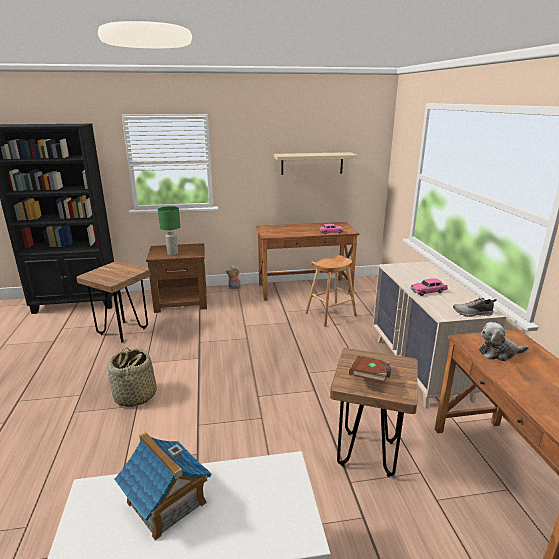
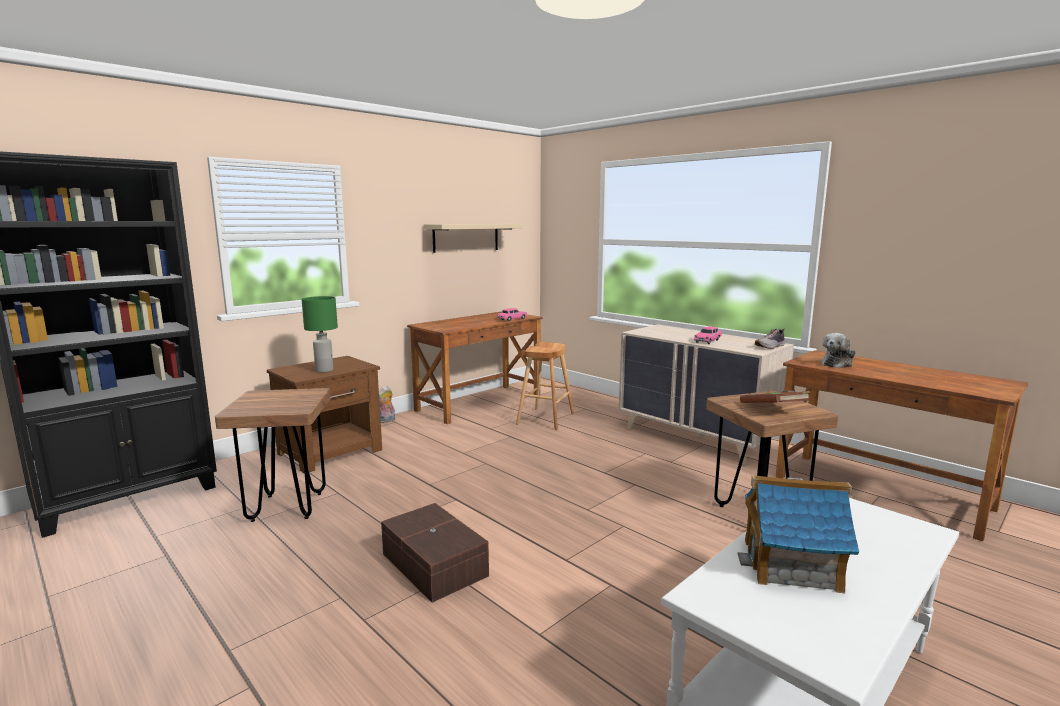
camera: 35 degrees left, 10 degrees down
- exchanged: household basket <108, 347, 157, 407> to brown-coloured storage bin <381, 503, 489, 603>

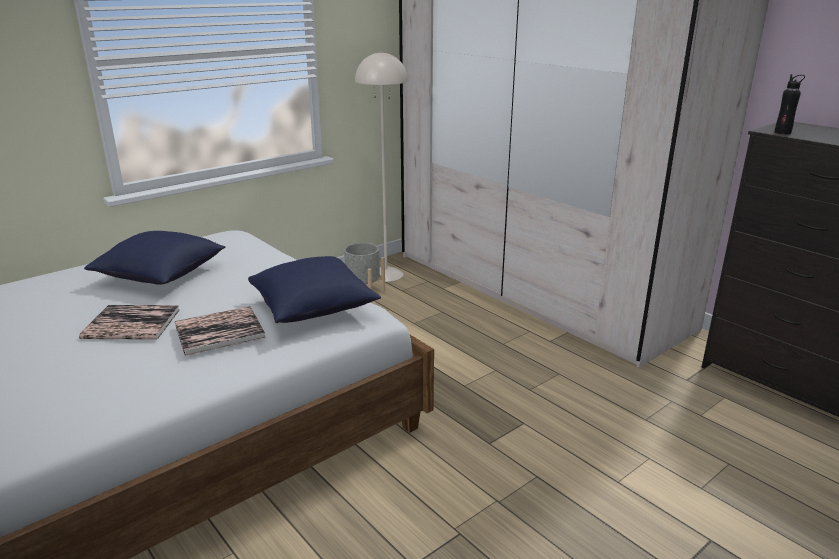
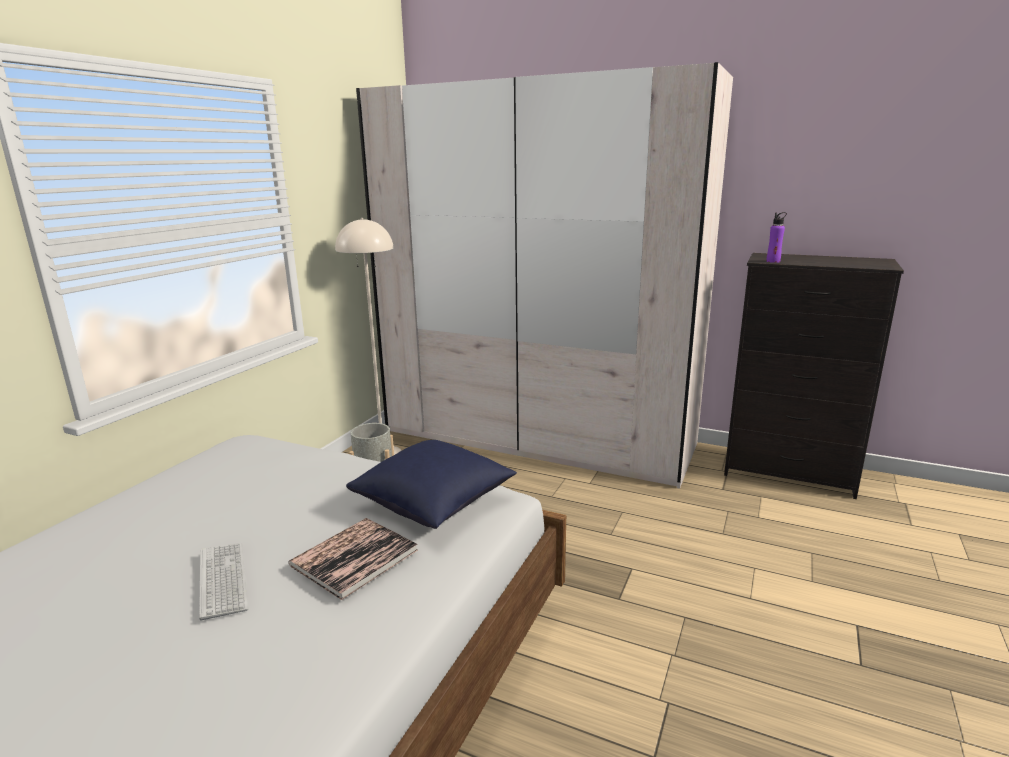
camera: 25 degrees left, 5 degrees down
- colour: blackish drink bottle <775, 74, 805, 134> to purple drink bottle <767, 212, 787, 263>
- missing: blue cushion <84, 231, 226, 285>
- exchanged: volume <79, 305, 180, 340> to PC keyboard <199, 543, 249, 621>

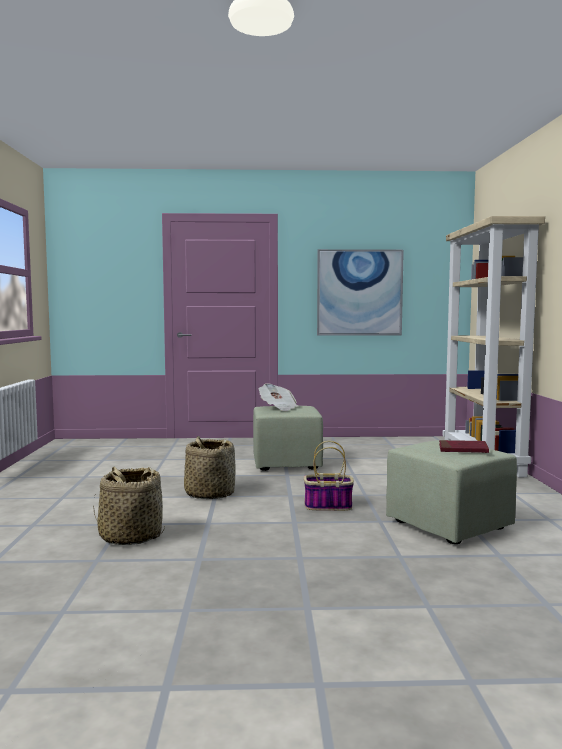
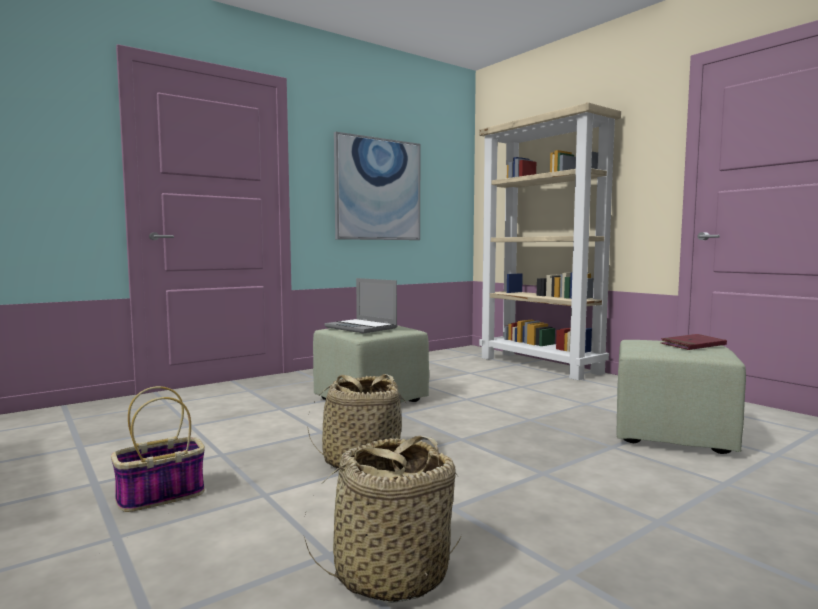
camera: 35 degrees left, 0 degrees up
- exchanged: newspaper <259, 383, 298, 411> to portable computer <324, 278, 397, 333>
- relocated: household basket <304, 441, 354, 511> to <111, 386, 205, 512>

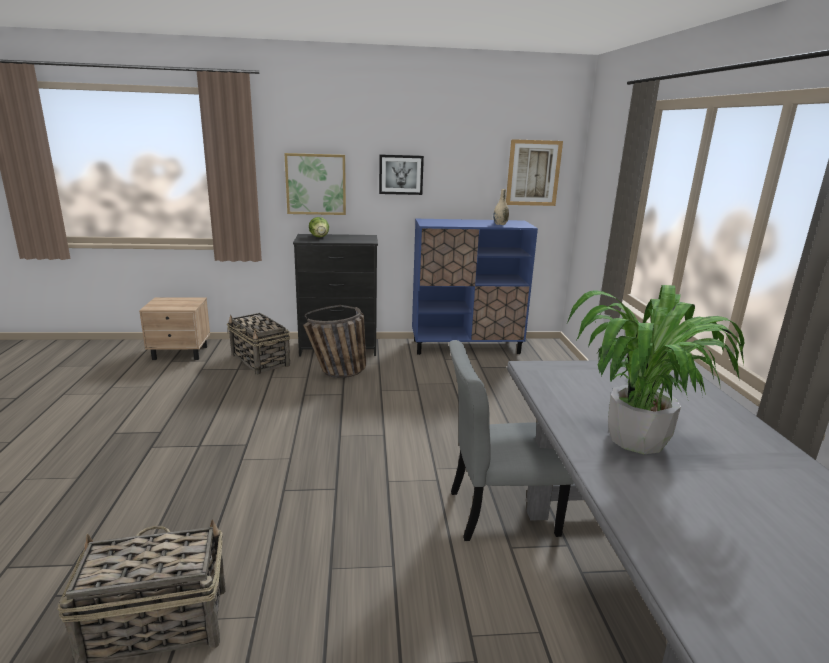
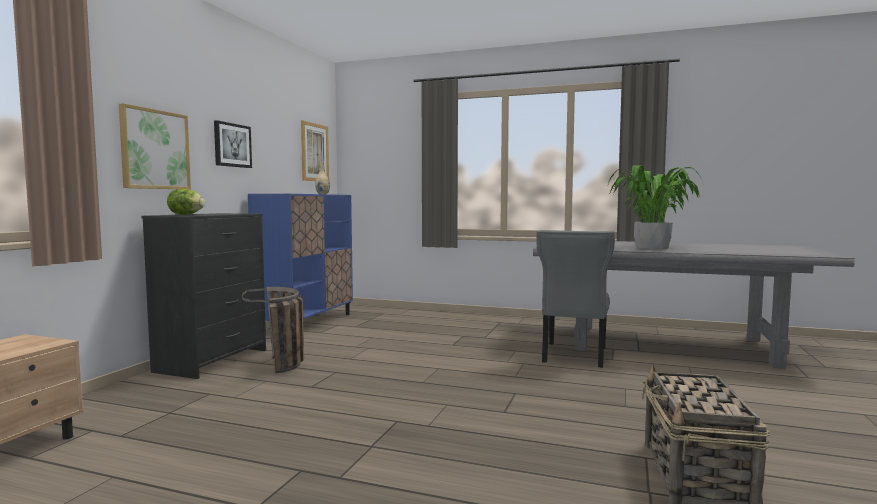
camera: 65 degrees left, 15 degrees down
- missing: household basket <227, 313, 290, 375>

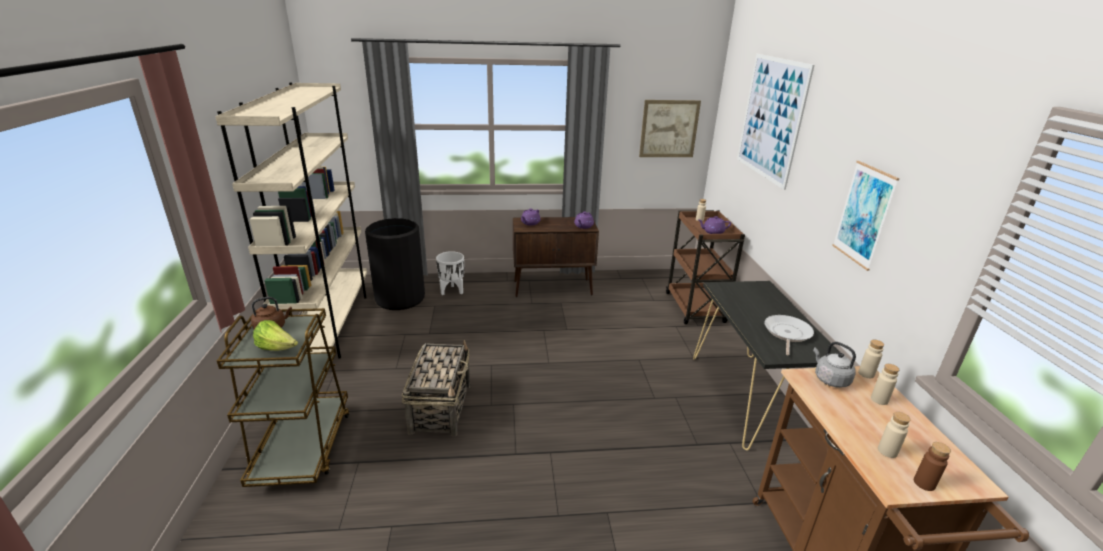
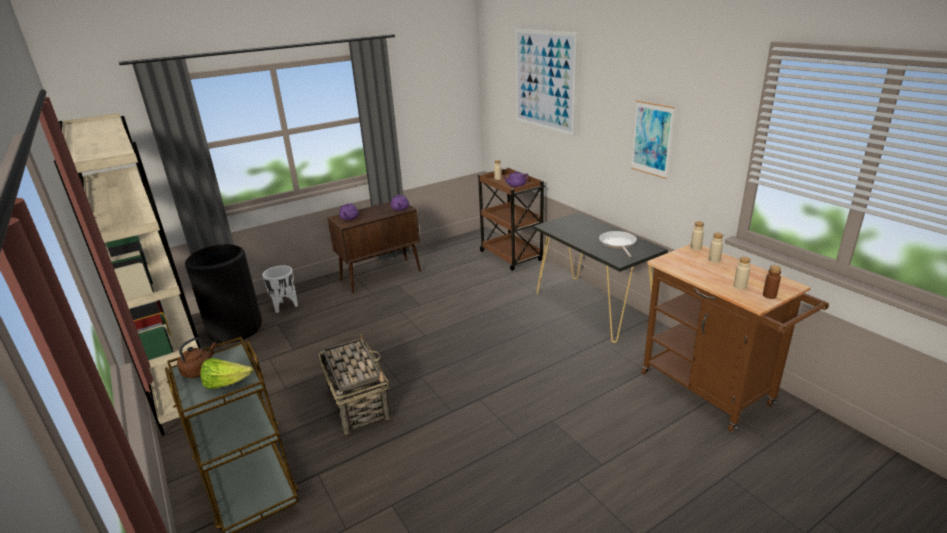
camera: 25 degrees left, 0 degrees up
- missing: wall art <639, 100, 701, 157>
- missing: grey kettle <813, 342, 856, 388>

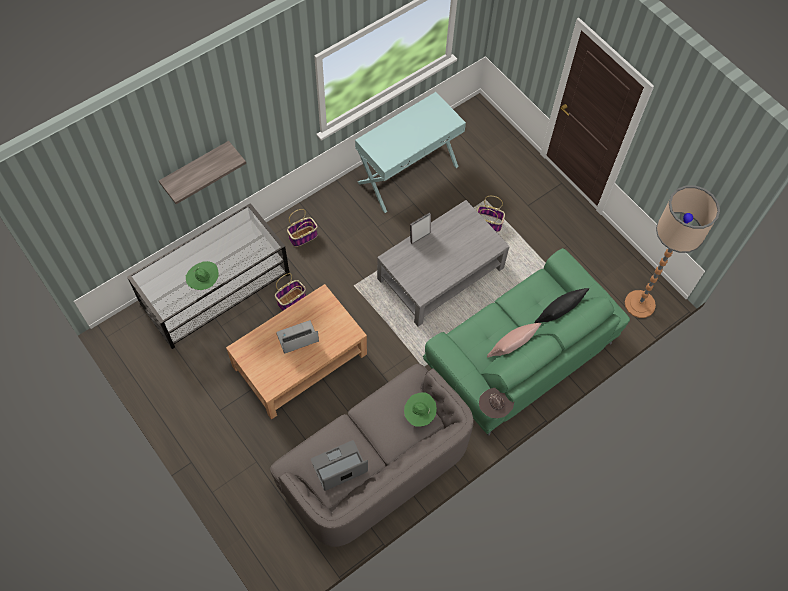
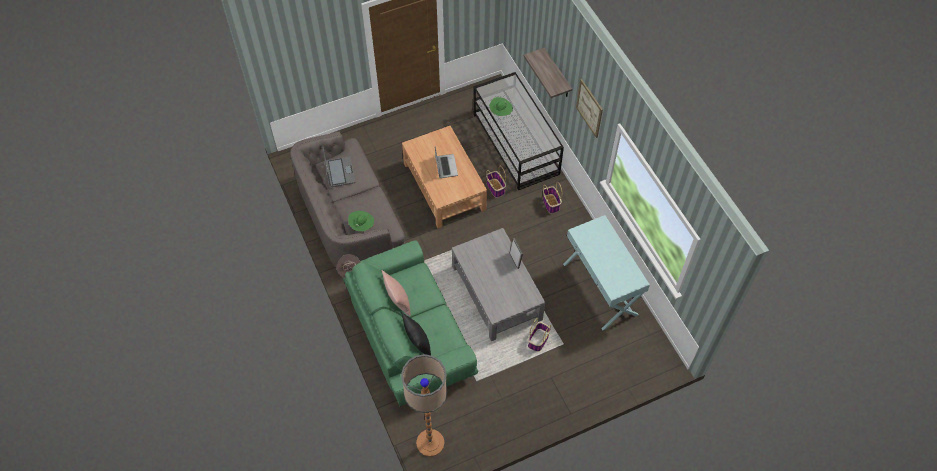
camera: 105 degrees right, 5 degrees down
- appeared: wall art <576, 79, 603, 138>

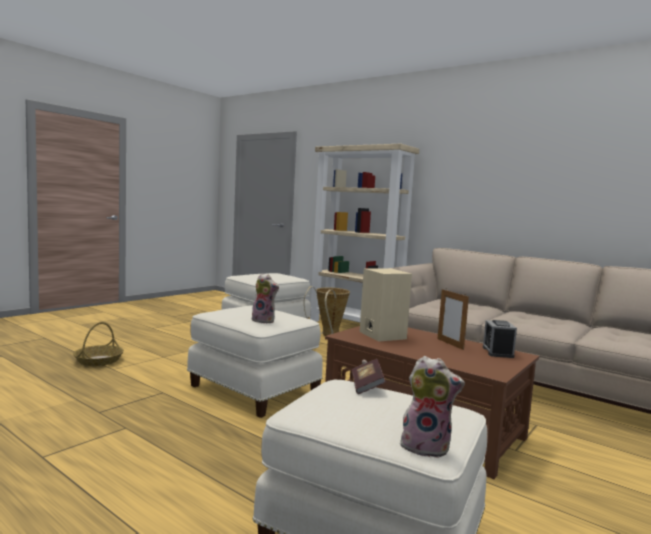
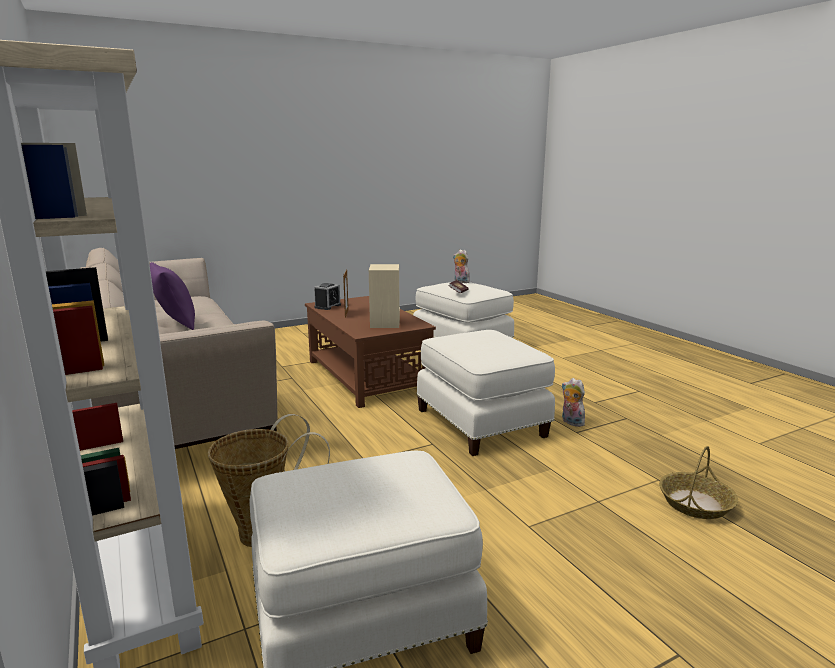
camera: 155 degrees left, 10 degrees up
- relocated: soft toy <251, 273, 279, 324> to <562, 378, 585, 427>
- appeared: purple cushion <150, 262, 195, 330>

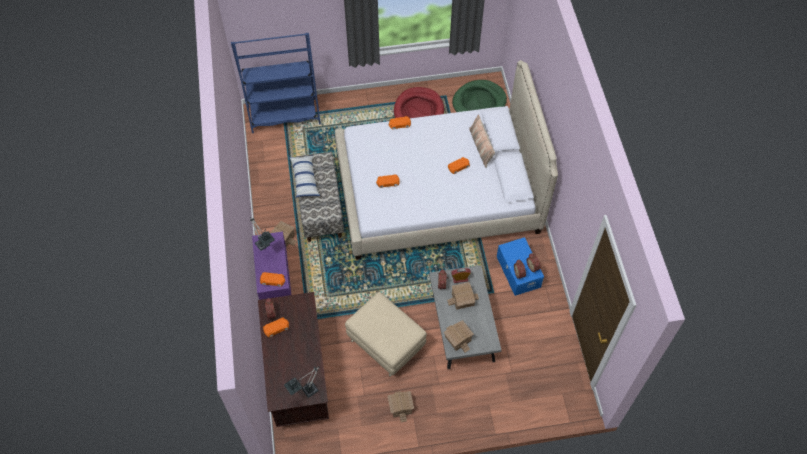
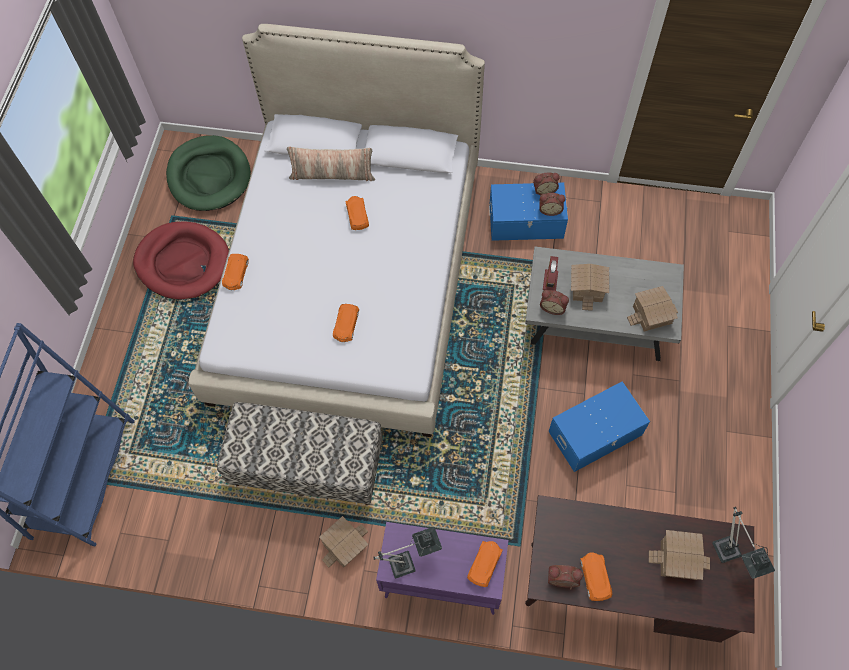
camera: 70 degrees left, 5 degrees up
- missing: cushion <289, 155, 320, 198>
- exchanged: beige footrest <345, 292, 427, 376> to blue storage bin <549, 381, 650, 472>
- relocated: miniature house <387, 391, 414, 422> to <649, 530, 710, 580>

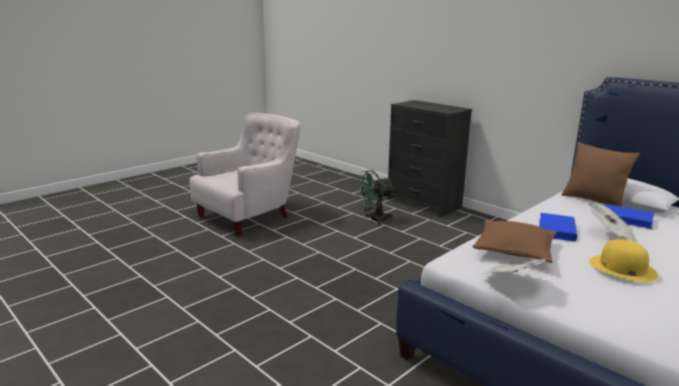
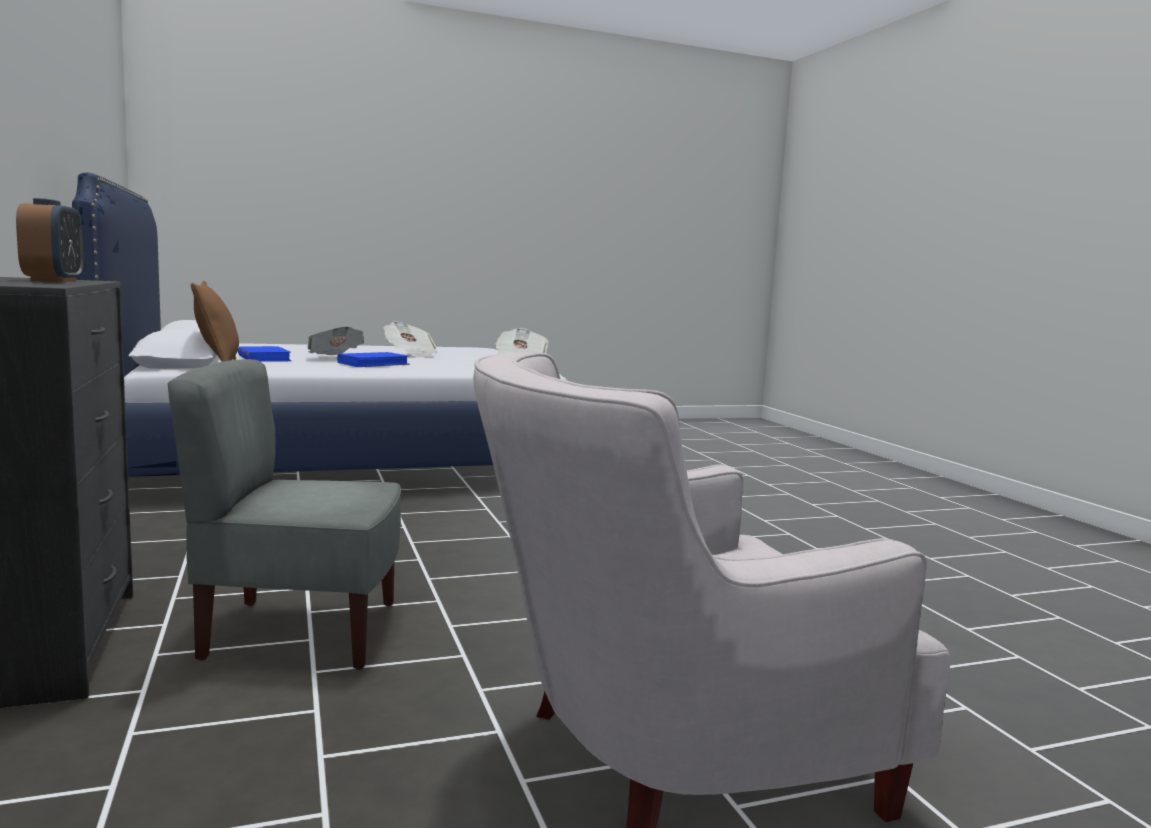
camera: 155 degrees left, 10 degrees down
- exchanged: green-coloured electric fan <355, 170, 395, 225> to grey chair <168, 359, 401, 670>
- missing: brown-coloured cushion <472, 219, 556, 263>
- exchanged: yellow-coloured wearable hat <589, 239, 658, 282> to newspaper <384, 321, 438, 358>
- appeared: table clock <16, 198, 84, 282>

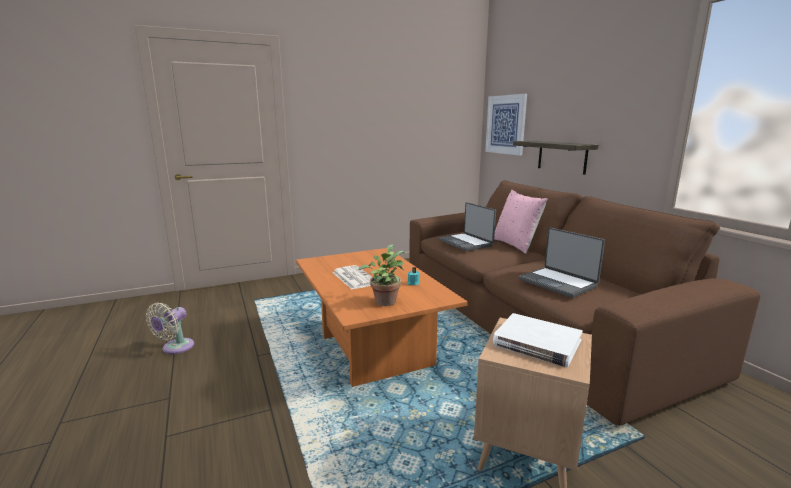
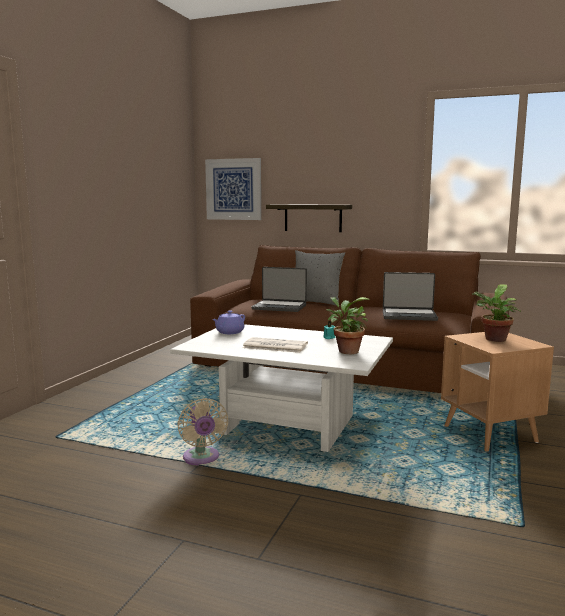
camera: 45 degrees left, 5 degrees down
- colour: pinkish cushion <494, 190, 547, 254> to grey cushion <295, 250, 345, 306>
- colour: orange-coloured coffee table <296, 248, 468, 387> to whitish coffee table <170, 324, 393, 452>
- relocated: beige electric fan <146, 303, 194, 354> to <177, 398, 228, 466>
- exchanged: whitish volume <493, 313, 583, 367> to houseplant <472, 284, 521, 342>
- appeared: purple pot for tea <212, 310, 245, 334>

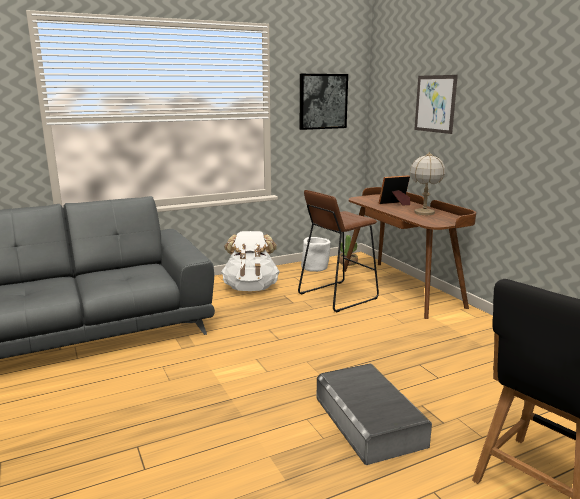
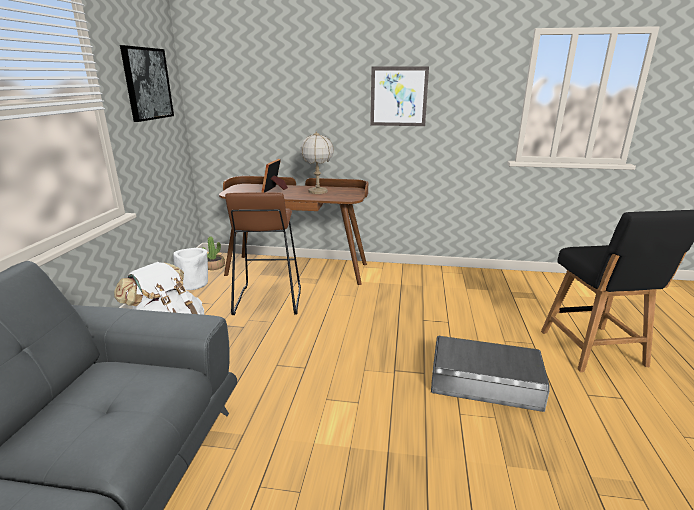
camera: 55 degrees left, 5 degrees up
- relocated: wall art <414, 75, 458, 134> to <370, 66, 429, 126>

